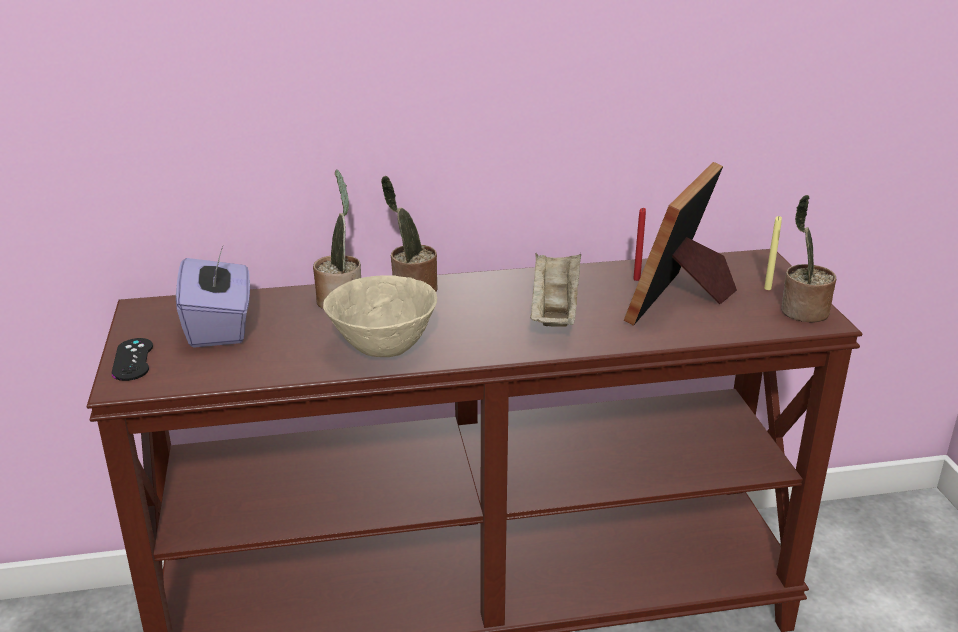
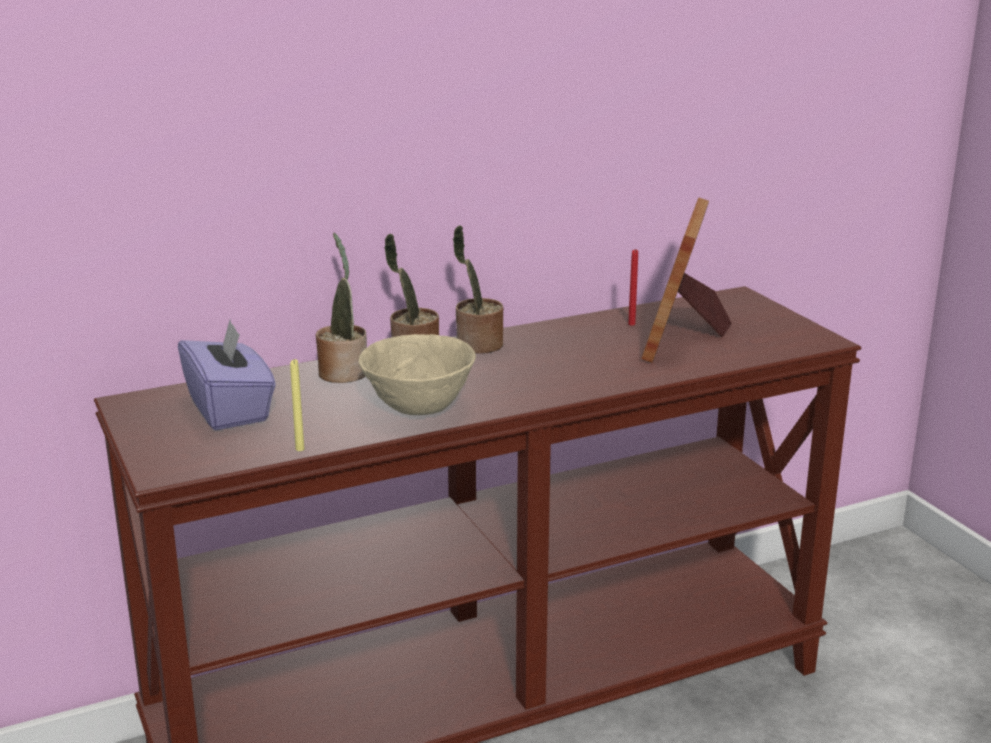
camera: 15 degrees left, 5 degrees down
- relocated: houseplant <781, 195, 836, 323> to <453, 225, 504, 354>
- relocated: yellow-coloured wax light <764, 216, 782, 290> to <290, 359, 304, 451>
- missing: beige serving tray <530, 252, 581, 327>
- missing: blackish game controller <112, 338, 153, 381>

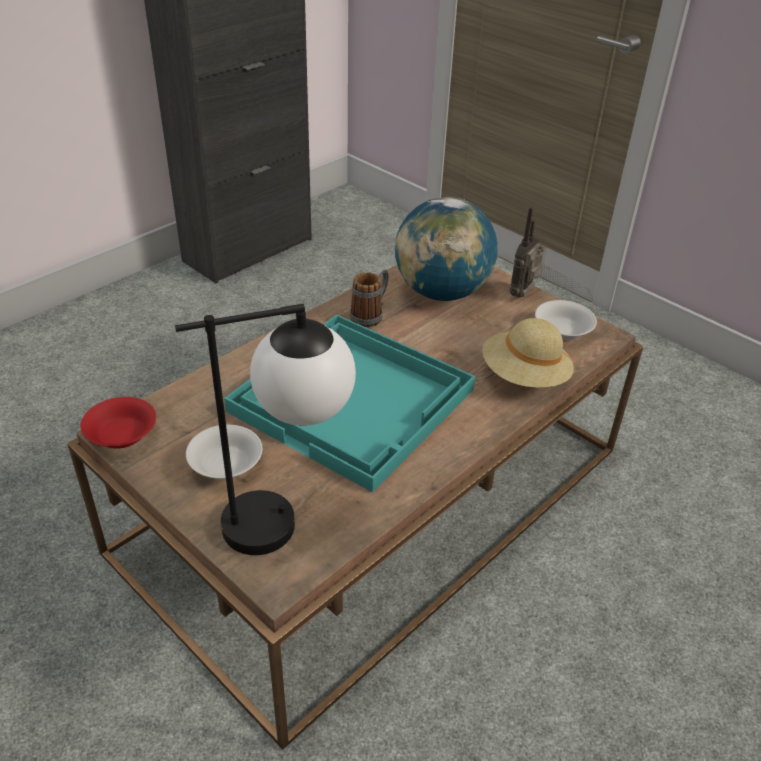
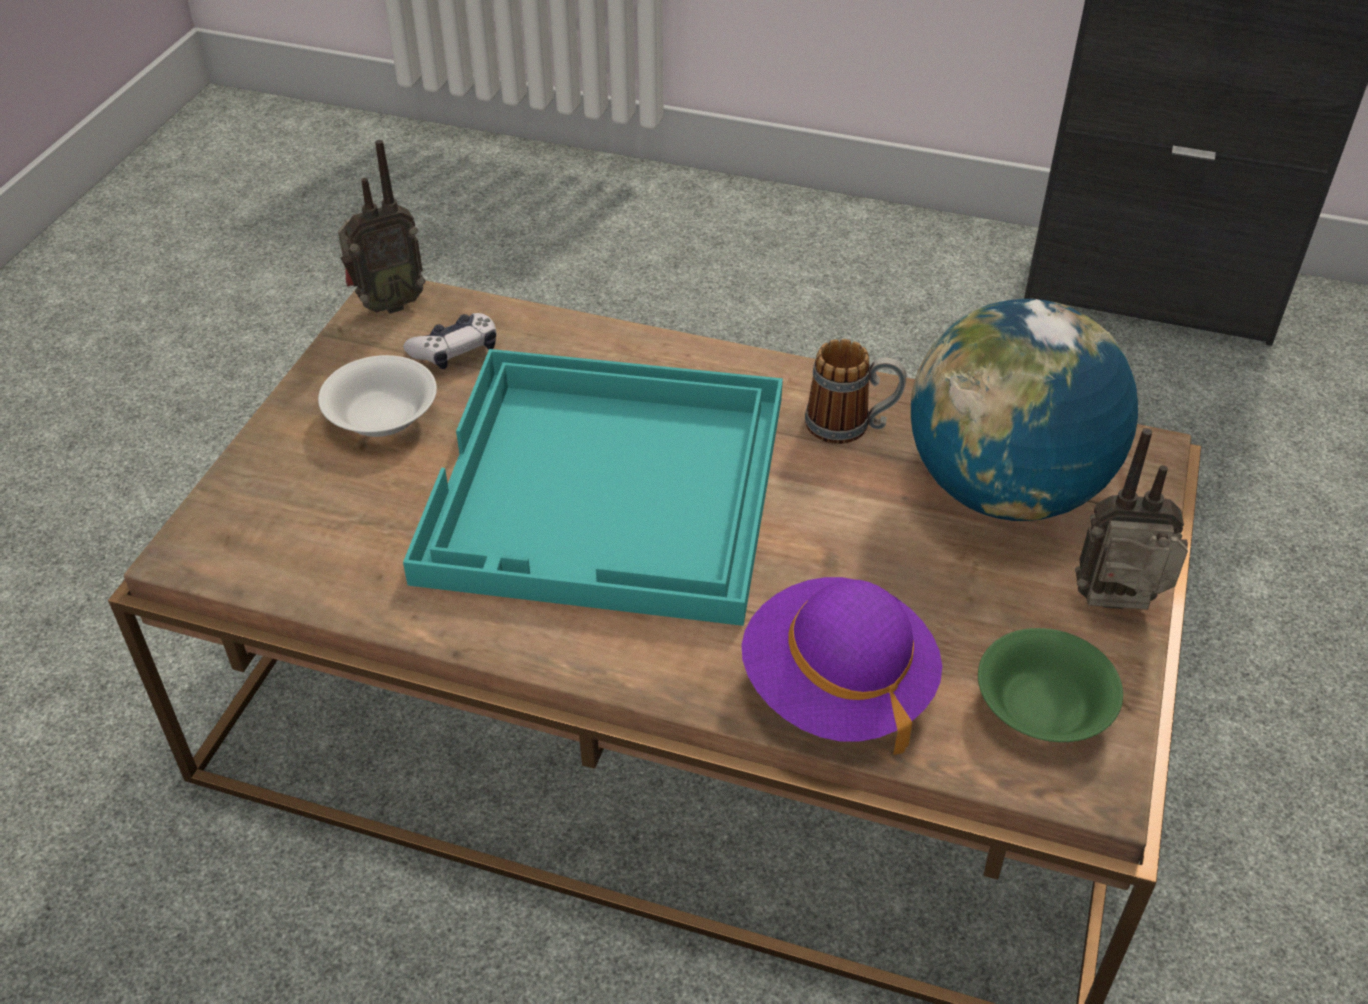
camera: 65 degrees right, 5 degrees up
- colour: whitish bowl <535, 300, 597, 340> to green-coloured bowl <978, 628, 1123, 742>
- missing: tabletop lamp <175, 304, 356, 555>
- colour: beige wearable hat <482, 318, 574, 388> to purple wearable hat <741, 577, 942, 755>
- exchanged: reddish bowl <81, 397, 156, 449> to radio receiver <338, 140, 425, 314>
- appeared: game controller <403, 313, 496, 369>

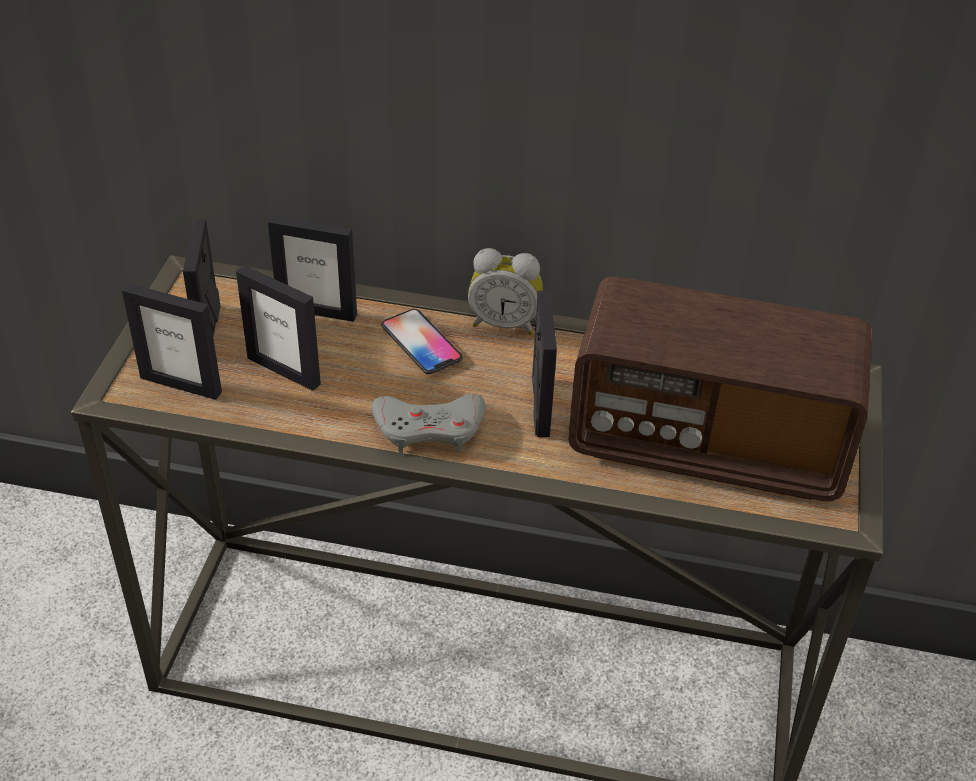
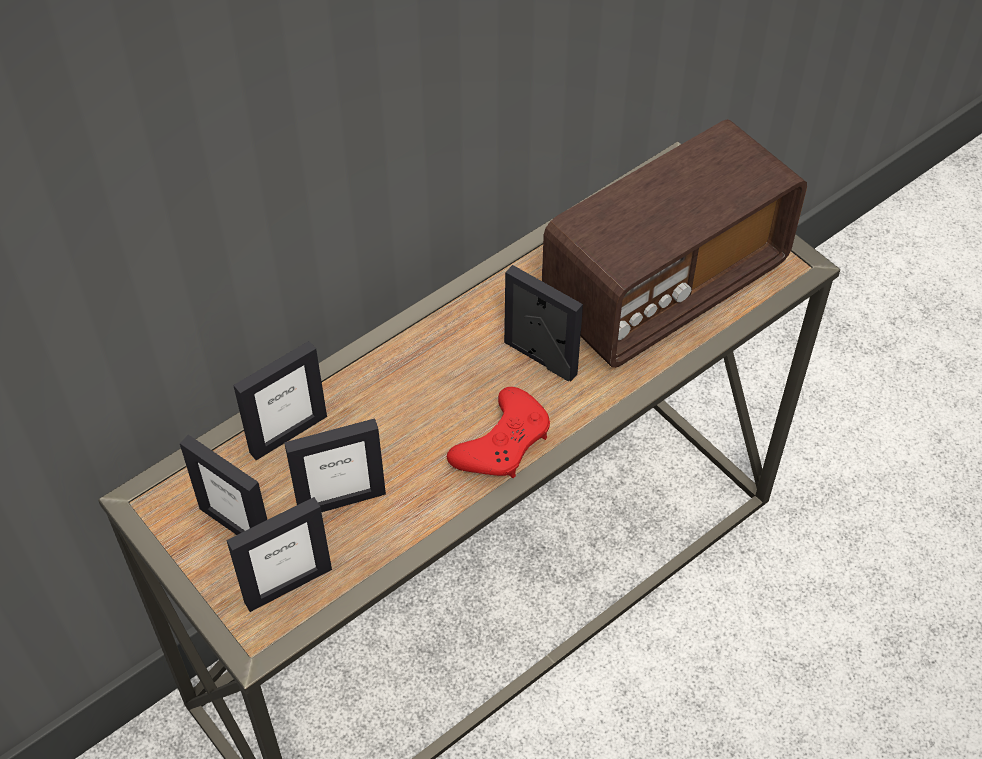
camera: 50 degrees left, 10 degrees up
- missing: table clock <468, 248, 543, 335>
- missing: handset <381, 309, 463, 374>
- colour: grey game controller <372, 394, 486, 453> to reddish game controller <447, 387, 550, 478>

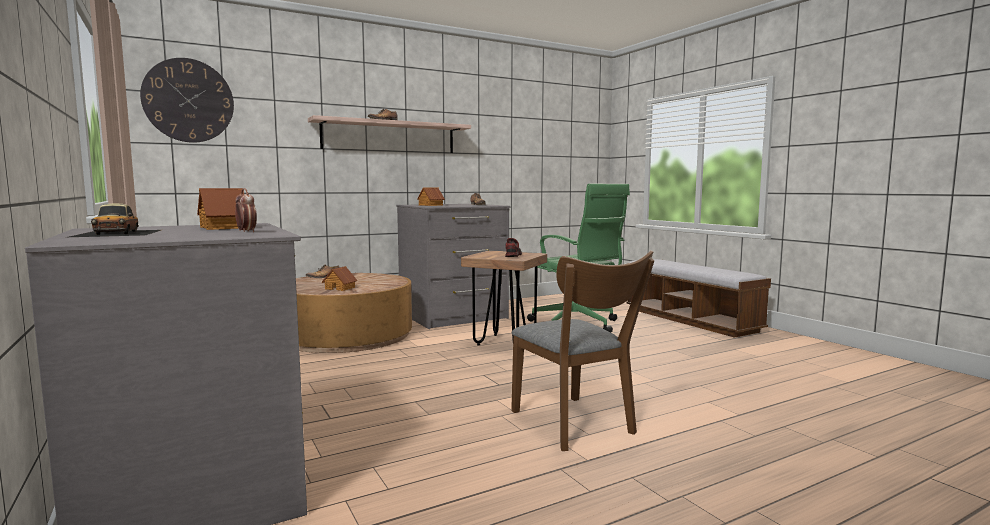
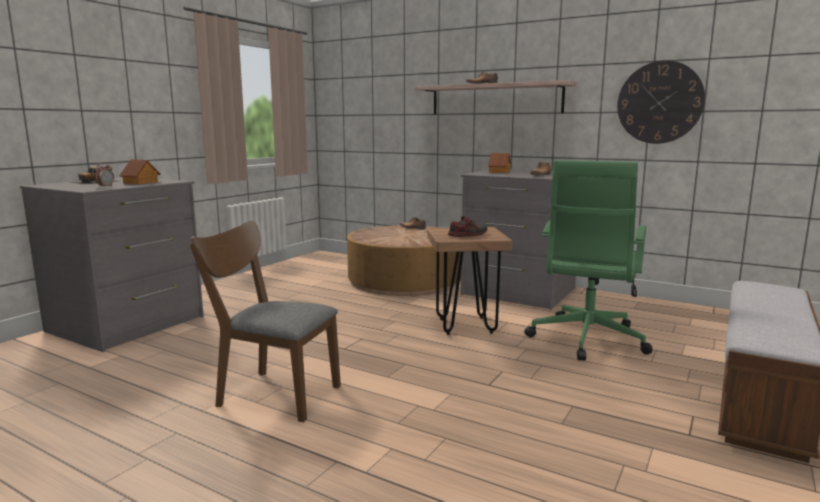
camera: 60 degrees right, 5 degrees up
- relocated: wall clock <140, 58, 234, 143> to <617, 60, 705, 144>
- spun: brown-coloured chair <511, 250, 654, 451> = <190, 221, 341, 422> 75 degrees clockwise
- missing: miniature house <322, 266, 358, 291>

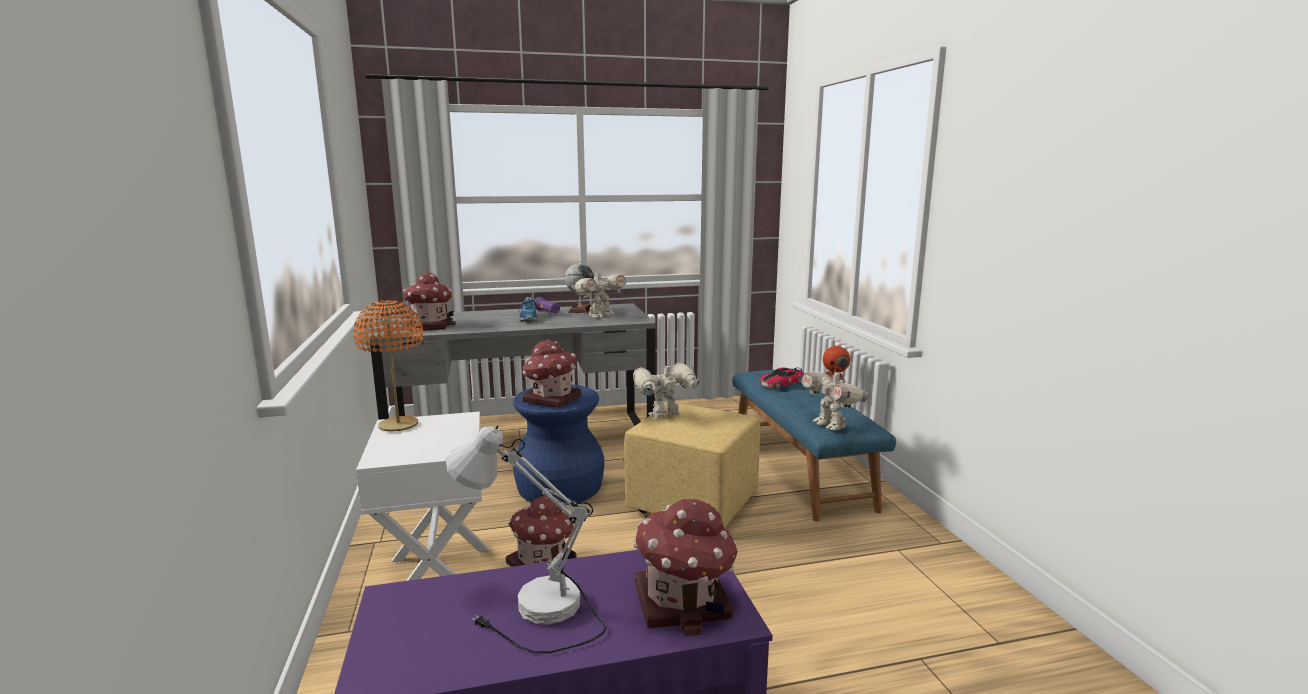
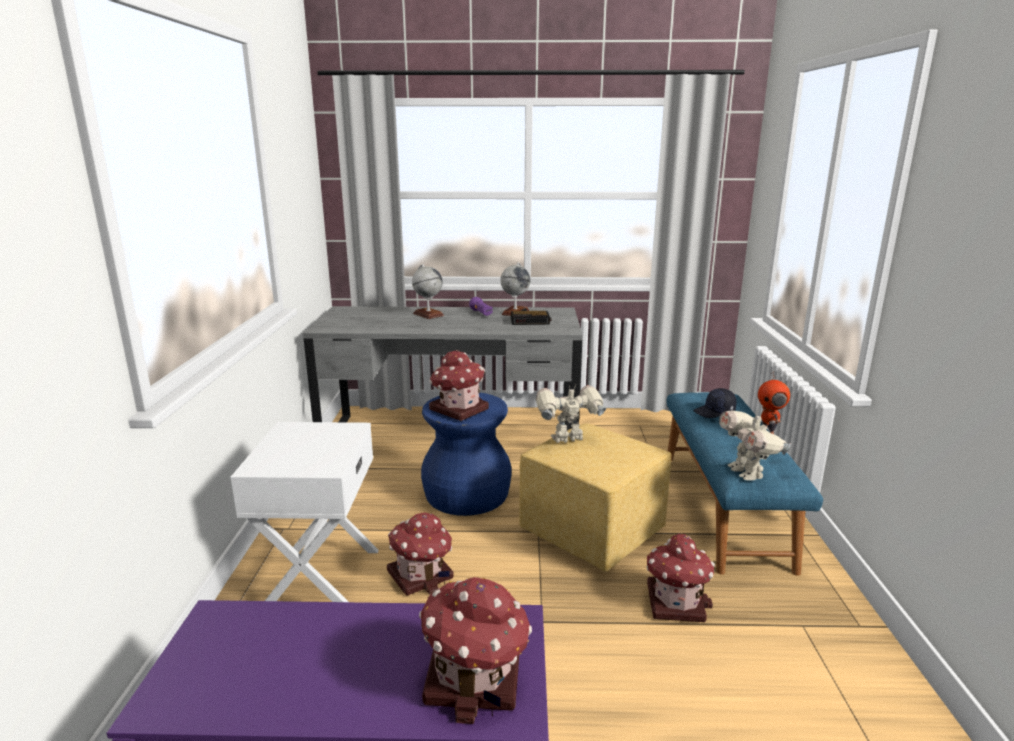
camera: 15 degrees right, 5 degrees up
- exchanged: toy robot <572, 270, 626, 317> to table clock <511, 311, 551, 325>
- relocated: miniature house <402, 272, 456, 331> to <646, 534, 715, 622>
- missing: low shoe <519, 297, 539, 322>
- missing: orange-coloured tabletop lamp <353, 300, 423, 432>
- exchanged: model car <760, 368, 804, 389> to blackish baseball cap <693, 388, 736, 418>
- missing: whitish tabletop lamp <446, 425, 606, 653>
- appeared: world globe <412, 264, 444, 319>

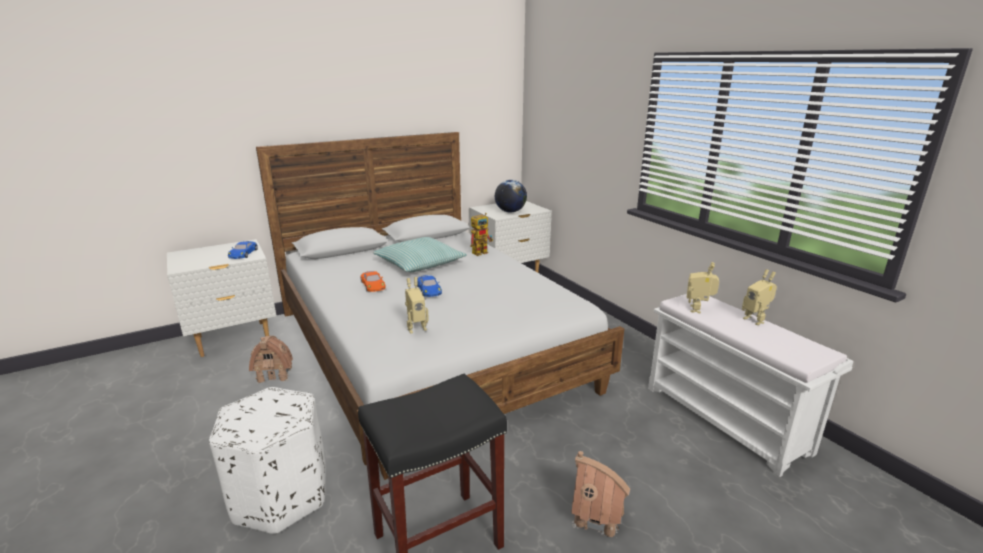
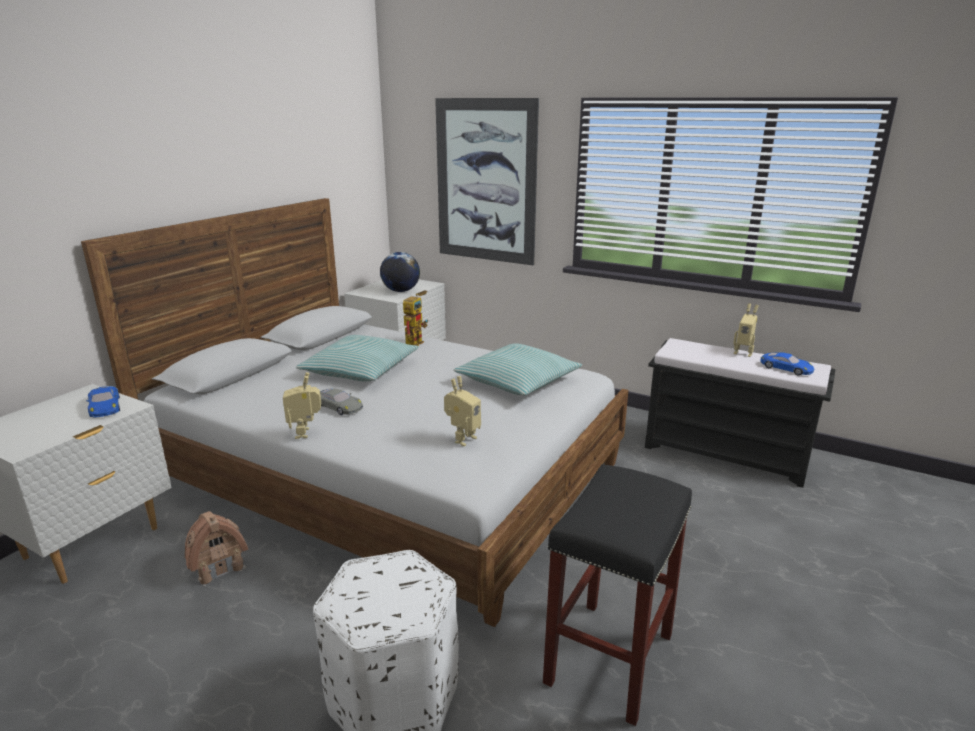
camera: 30 degrees left, 0 degrees up
- relocated: toy robot <687, 262, 719, 313> to <283, 372, 321, 439>
- colour: orange-coloured model car <360, 271, 386, 292> to grey model car <320, 389, 363, 415>
- relocated: blue model car <417, 275, 442, 297> to <760, 353, 814, 376>
- colour: whitish long seat <648, 294, 854, 477> to blackish long seat <645, 338, 836, 488>
- missing: miniature house <571, 451, 630, 537>
- appeared: wall art <435, 98, 539, 266>
- appeared: cushion <453, 343, 582, 395>

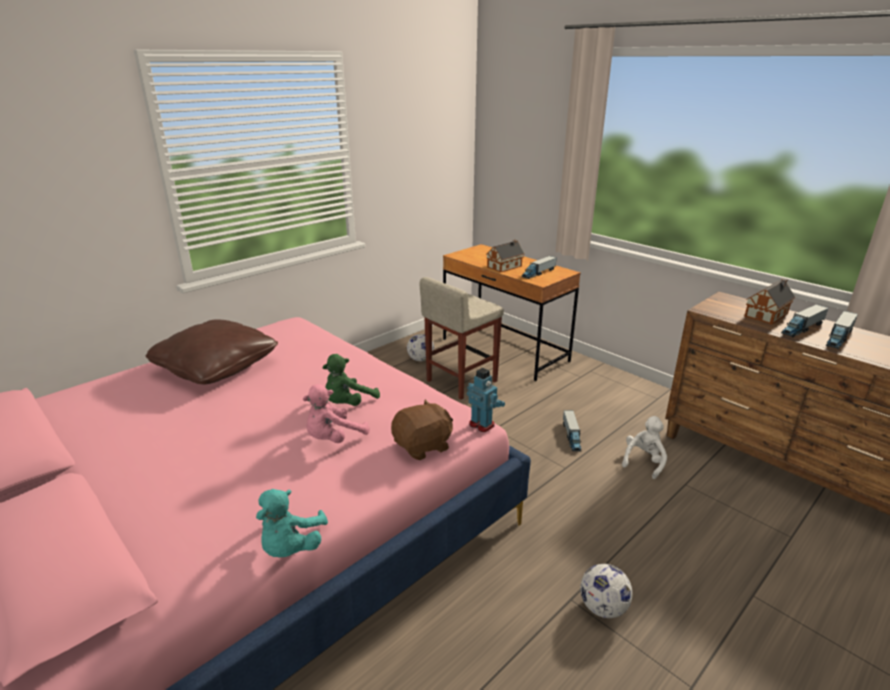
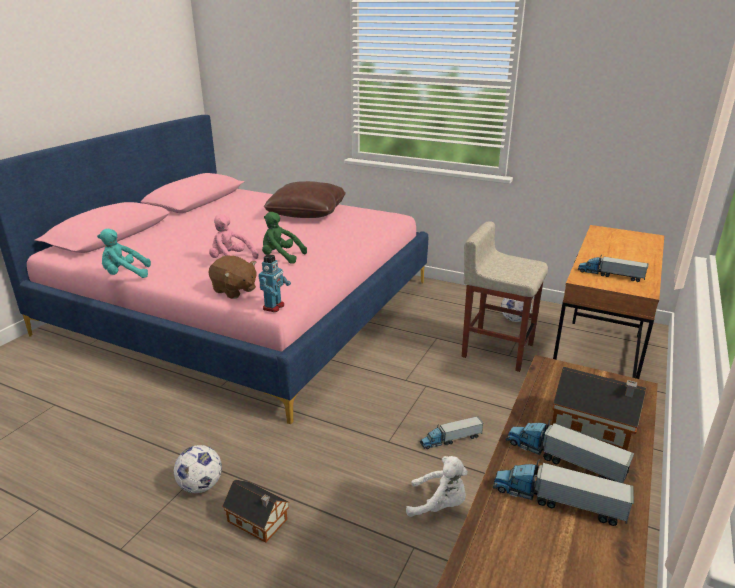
camera: 70 degrees right, 0 degrees up
- relocated: miniature house <486, 240, 525, 273> to <222, 480, 290, 543>

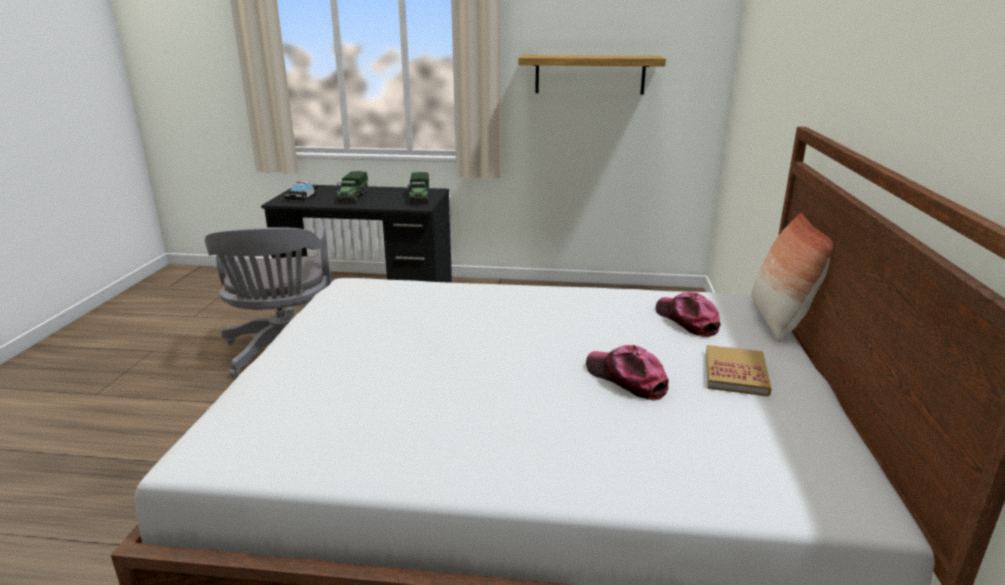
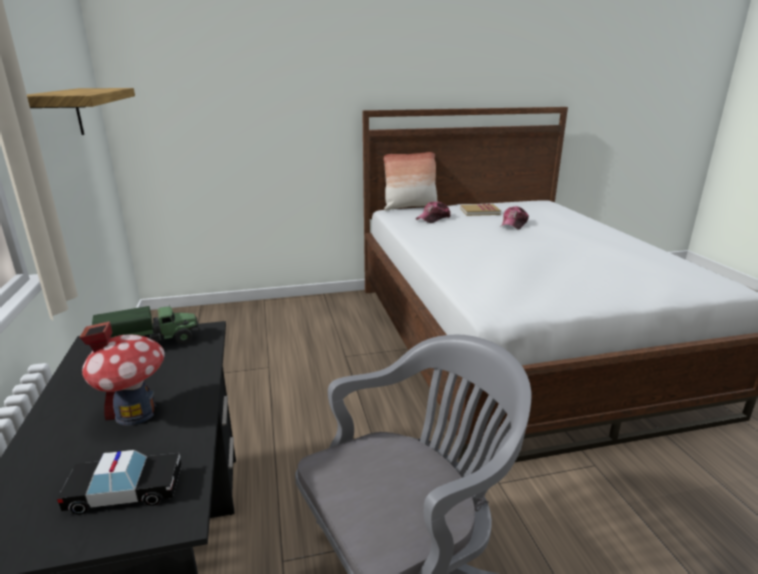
camera: 110 degrees left, 0 degrees up
- exchanged: toy lorry <336, 171, 368, 203> to miniature house <79, 321, 165, 426>

